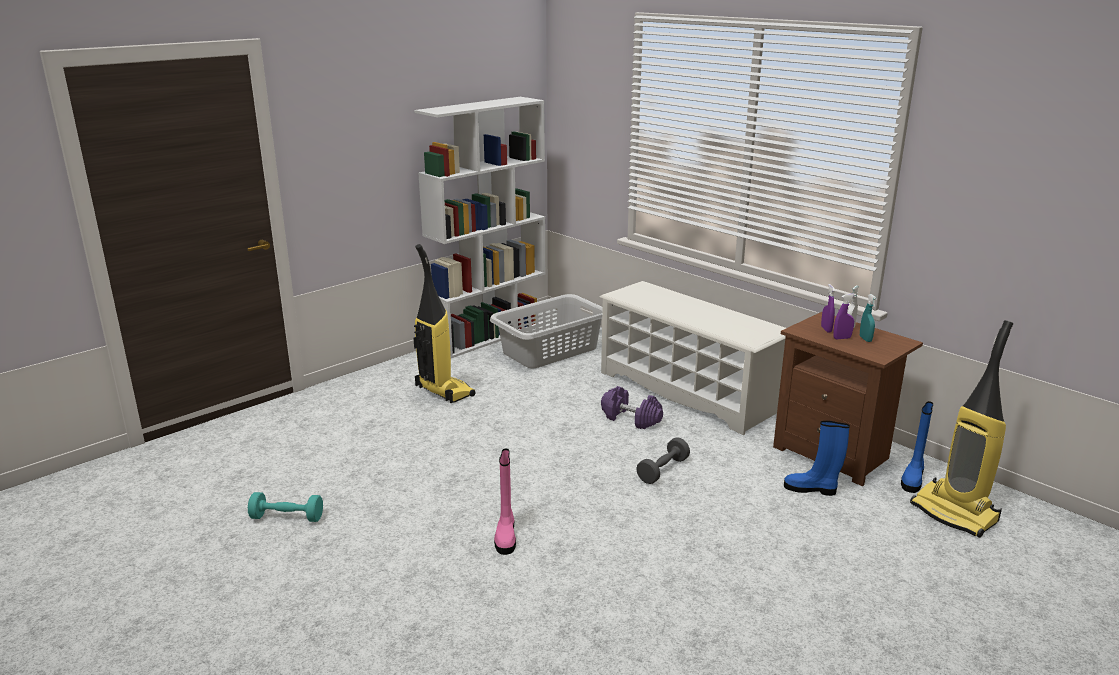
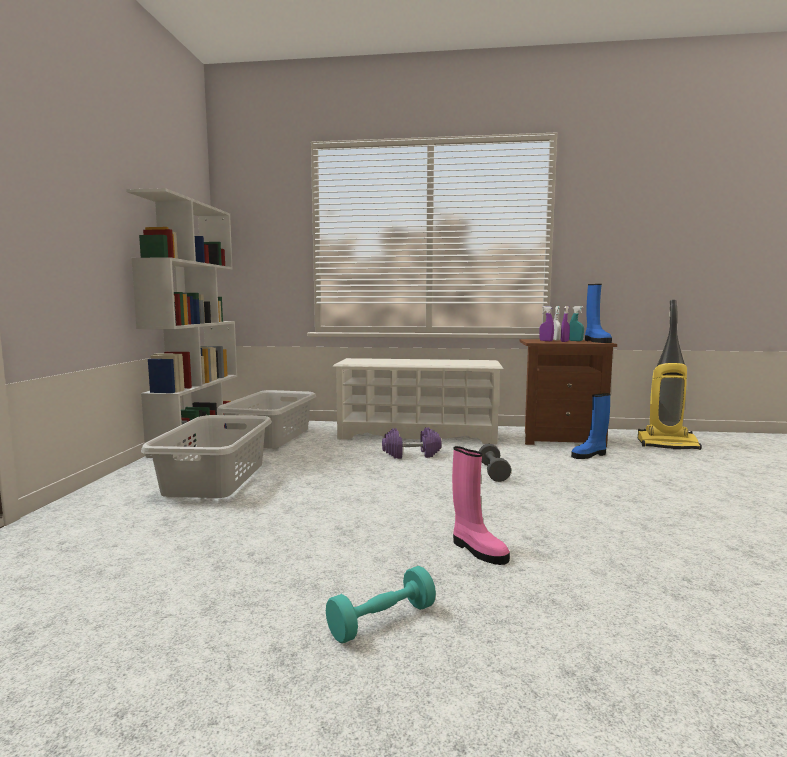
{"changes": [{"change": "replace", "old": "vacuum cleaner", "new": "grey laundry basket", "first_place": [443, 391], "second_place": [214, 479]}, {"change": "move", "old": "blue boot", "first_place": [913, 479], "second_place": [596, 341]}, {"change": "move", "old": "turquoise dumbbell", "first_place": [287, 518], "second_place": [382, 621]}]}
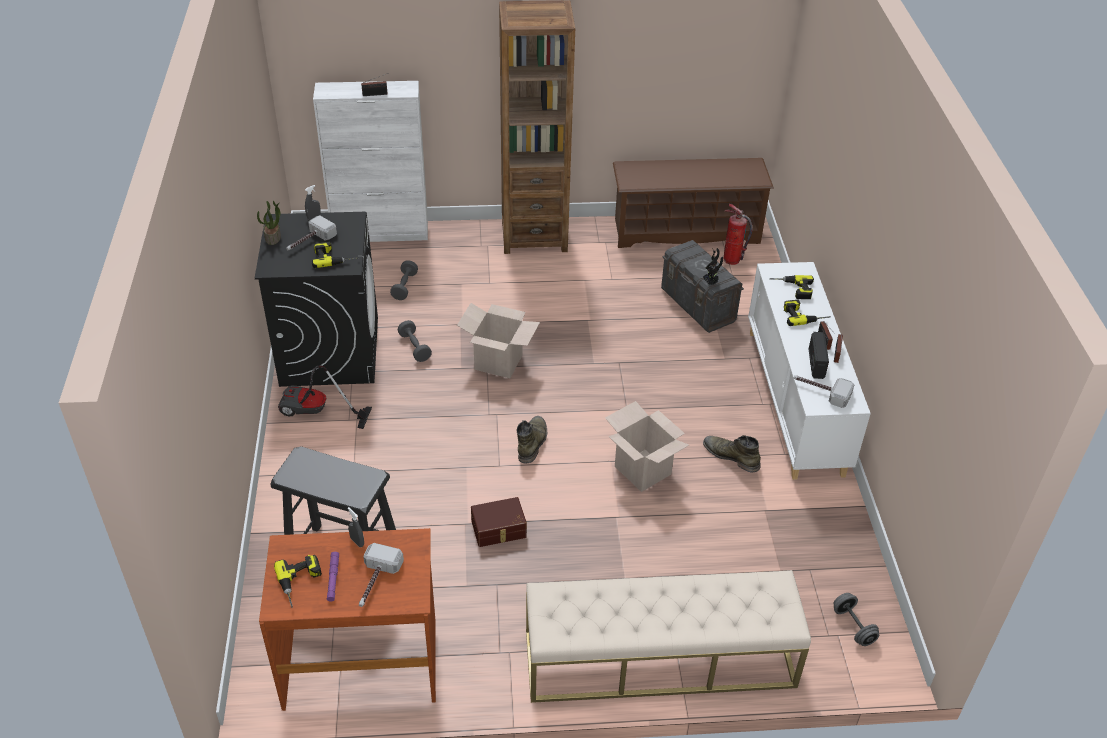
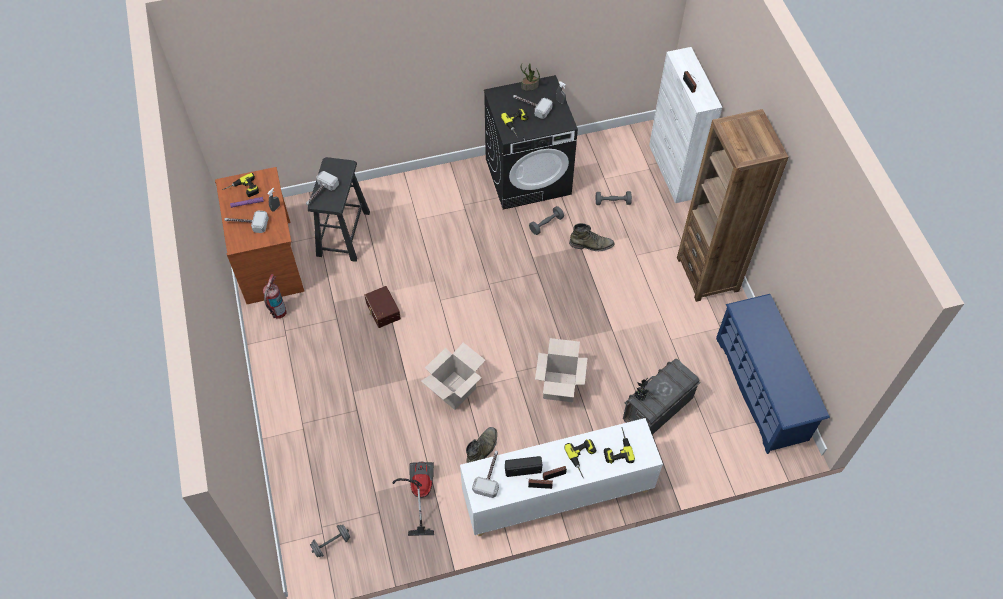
{"changes": [{"change": "recolor", "old": "brown shoe rack", "new": "blue shoe rack", "first_place": [686, 231], "second_place": [762, 389]}, {"change": "move", "old": "fire extinguisher", "first_place": [731, 260], "second_place": [278, 312]}, {"change": "move", "old": "cardboard box", "first_place": [498, 362], "second_place": [559, 386]}, {"change": "move", "old": "vacuum cleaner", "first_place": [316, 413], "second_place": [419, 493]}, {"change": "move", "old": "green boot", "first_place": [532, 442], "second_place": [591, 244]}, {"change": "delete", "old": "beige bench", "first_place": [658, 659]}, {"change": "insert", "new": "hammer", "second_place": [320, 193]}]}
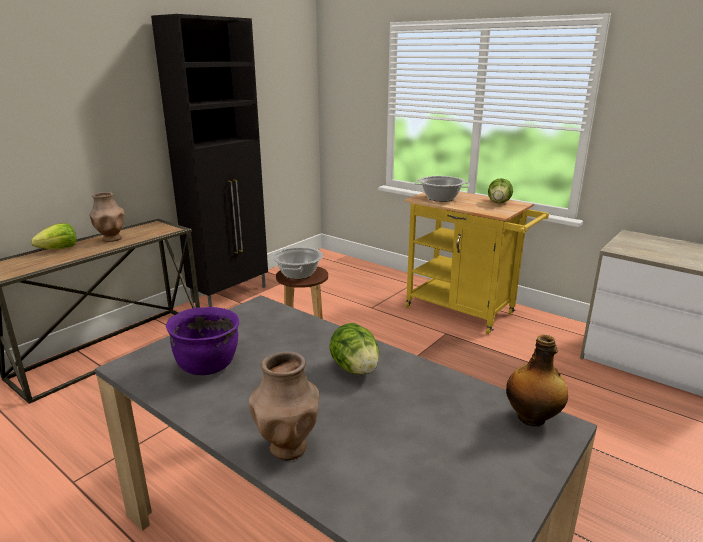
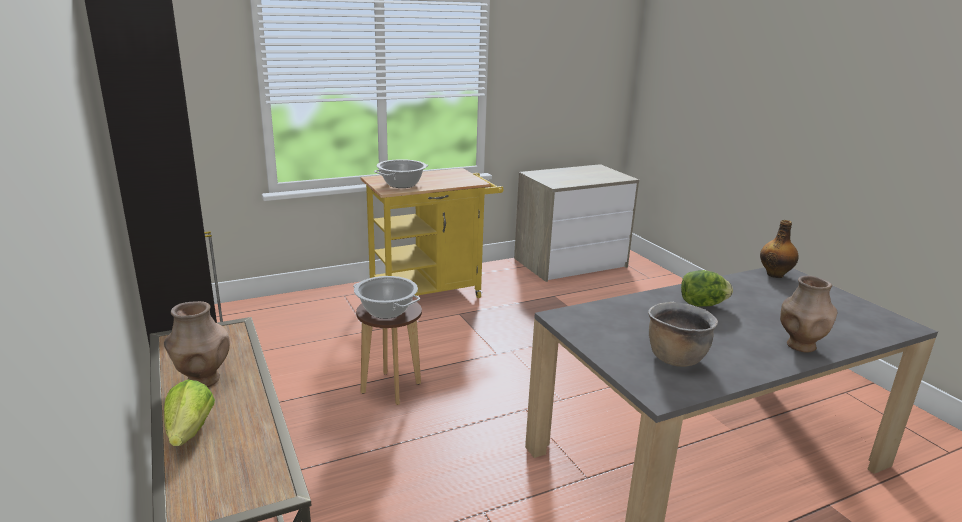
{"changes": [{"change": "delete", "old": "lettuce", "first_place": [499, 203]}, {"change": "recolor", "old": "purple cooking pot", "new": "brown cooking pot", "first_place": [208, 365], "second_place": [675, 357]}]}
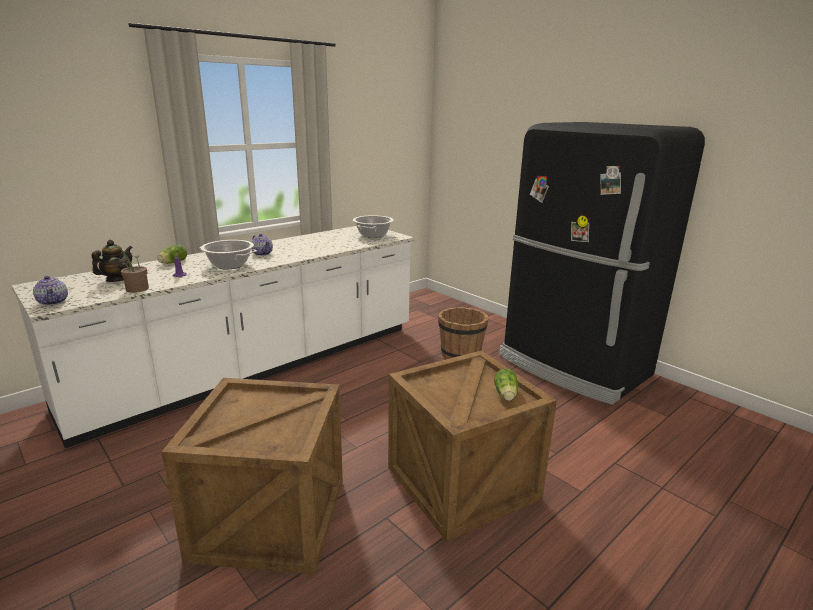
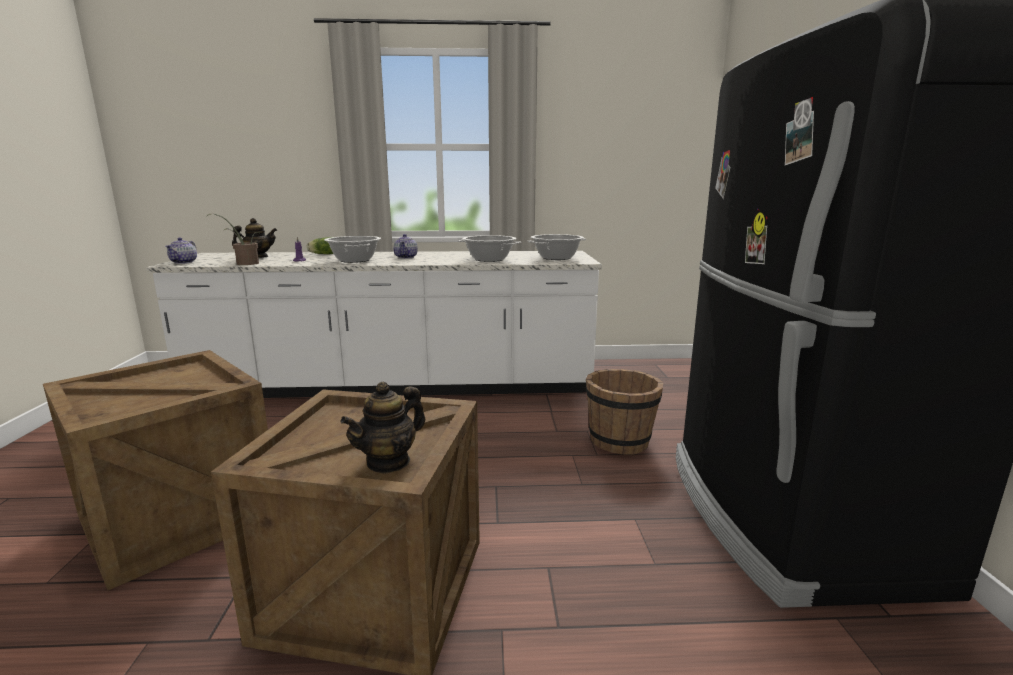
{"changes": [{"change": "replace", "old": "lettuce", "new": "teapot", "first_place": [505, 395], "second_place": [388, 462]}, {"change": "insert", "new": "cooking pot", "second_place": [489, 259]}]}
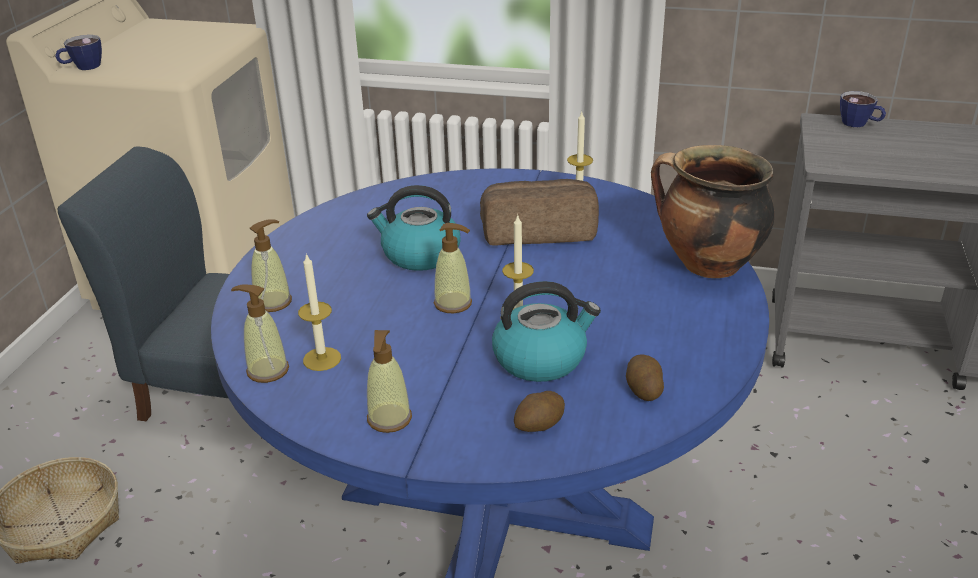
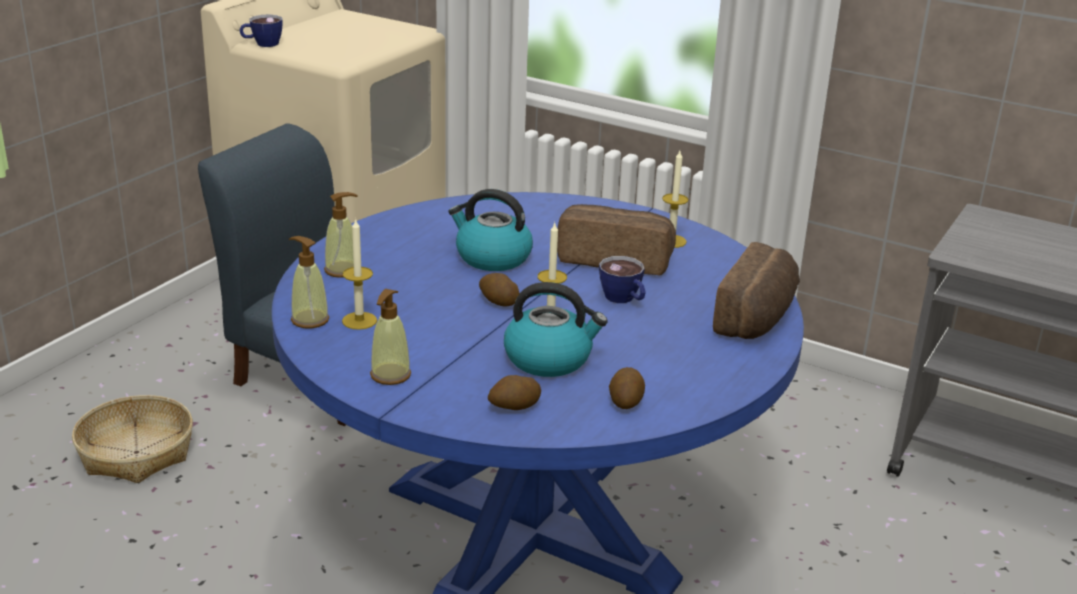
{"changes": [{"change": "move", "old": "cup", "first_place": [859, 124], "second_place": [624, 299]}, {"change": "replace", "old": "cooking pot", "new": "bread", "first_place": [706, 266], "second_place": [758, 317]}, {"change": "replace", "old": "soap dispenser", "new": "potato", "first_place": [453, 303], "second_place": [498, 301]}]}
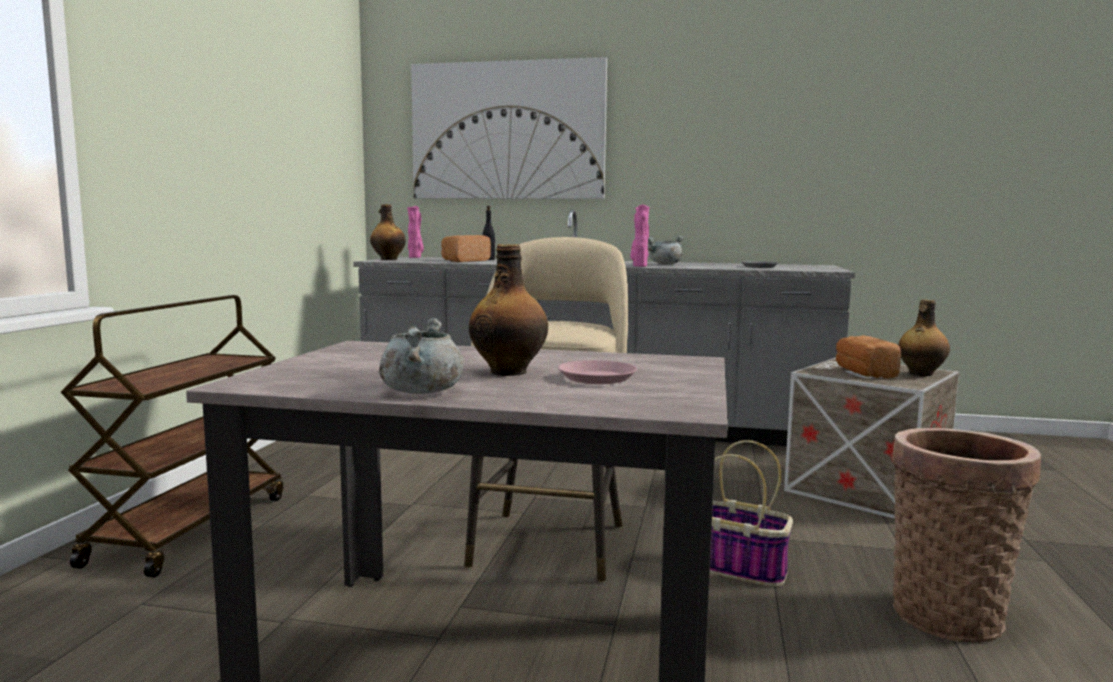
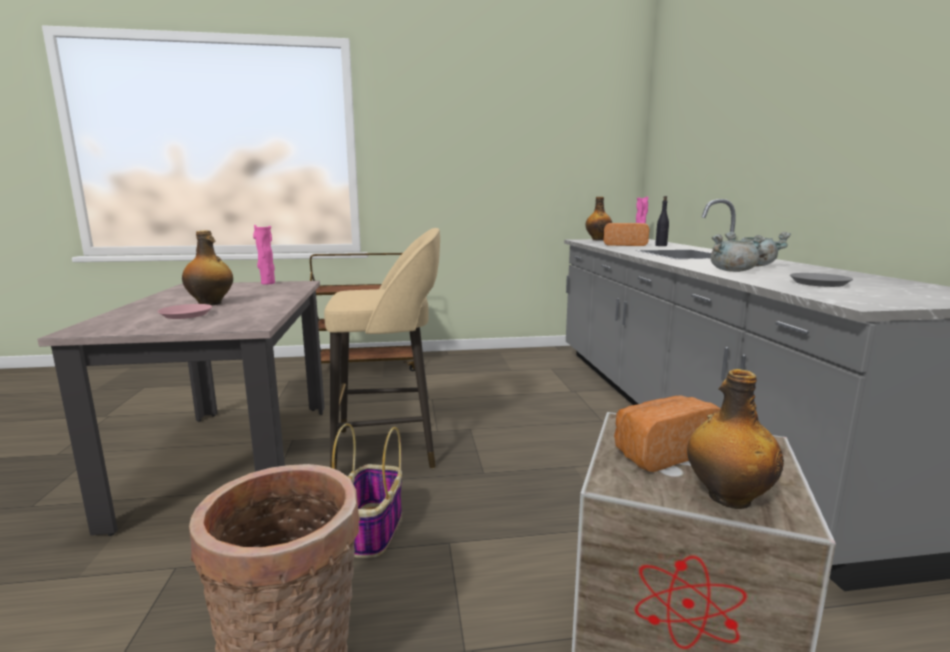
{"changes": [{"change": "delete", "old": "picture", "first_place": [507, 131]}, {"change": "move", "old": "pink vase", "first_place": [639, 266], "second_place": [268, 283]}, {"change": "move", "old": "grey cooking pot", "first_place": [421, 391], "second_place": [732, 271]}]}
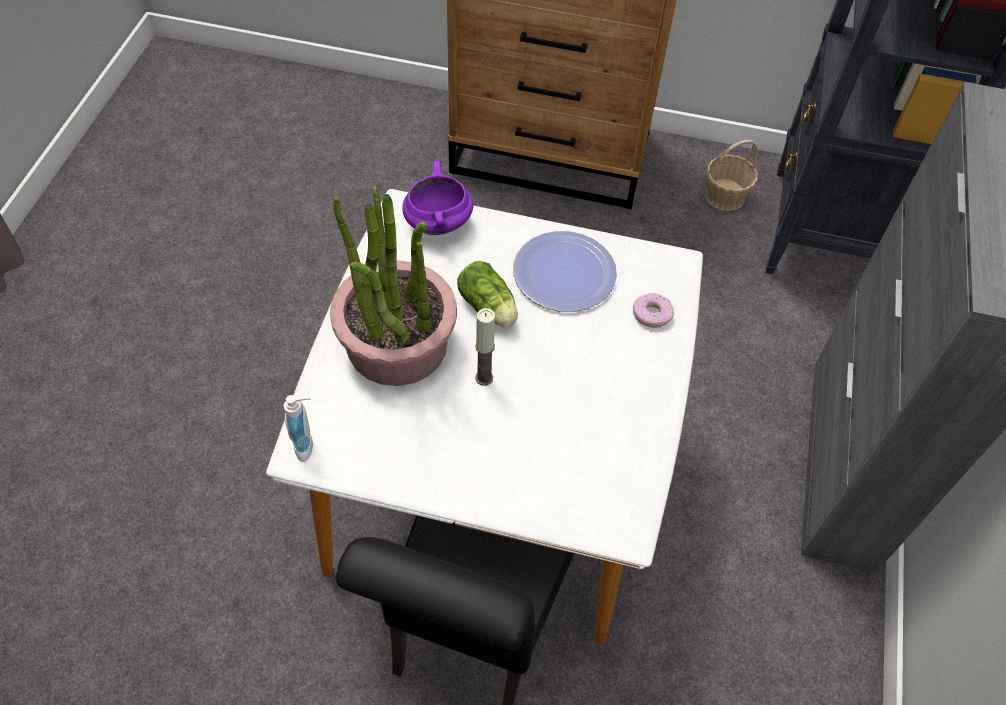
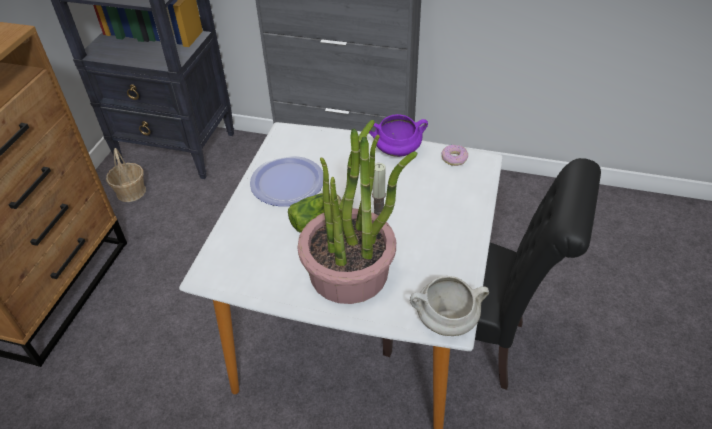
{"changes": [{"change": "move", "old": "purple cooking pot", "first_place": [437, 223], "second_place": [396, 151]}, {"change": "move", "old": "donut", "first_place": [652, 314], "second_place": [454, 158]}, {"change": "replace", "old": "soap dispenser", "new": "white cooking pot", "first_place": [308, 445], "second_place": [445, 321]}]}
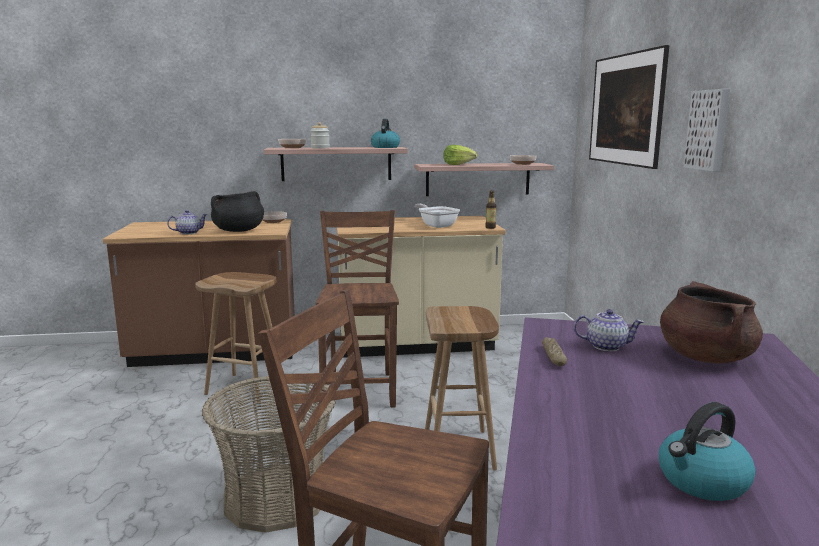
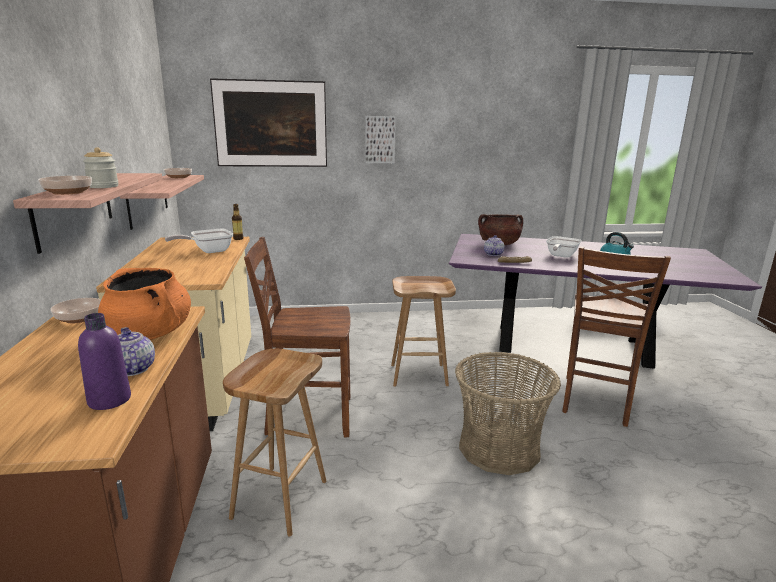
{"changes": [{"change": "delete", "old": "kettle", "first_place": [385, 147]}, {"change": "delete", "old": "lettuce", "first_place": [458, 164]}, {"change": "recolor", "old": "black cooking pot", "new": "orange cooking pot", "first_place": [238, 231], "second_place": [150, 334]}, {"change": "insert", "new": "frying pan", "second_place": [560, 256]}, {"change": "insert", "new": "purple bottle", "second_place": [109, 400]}]}
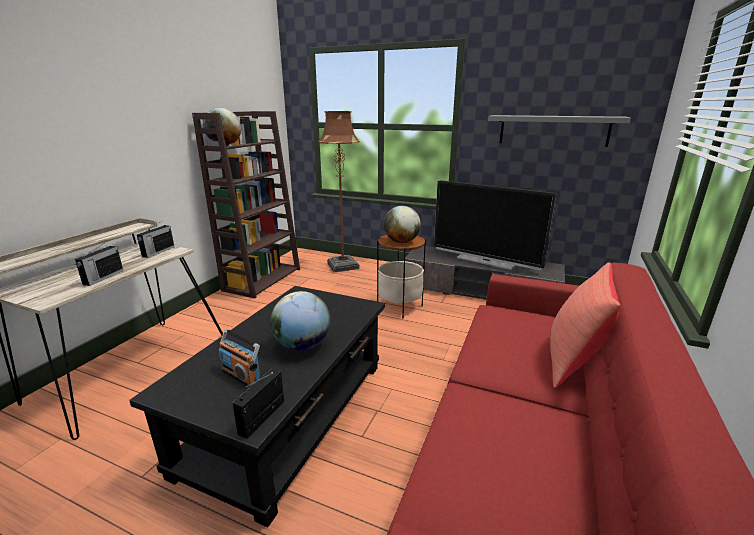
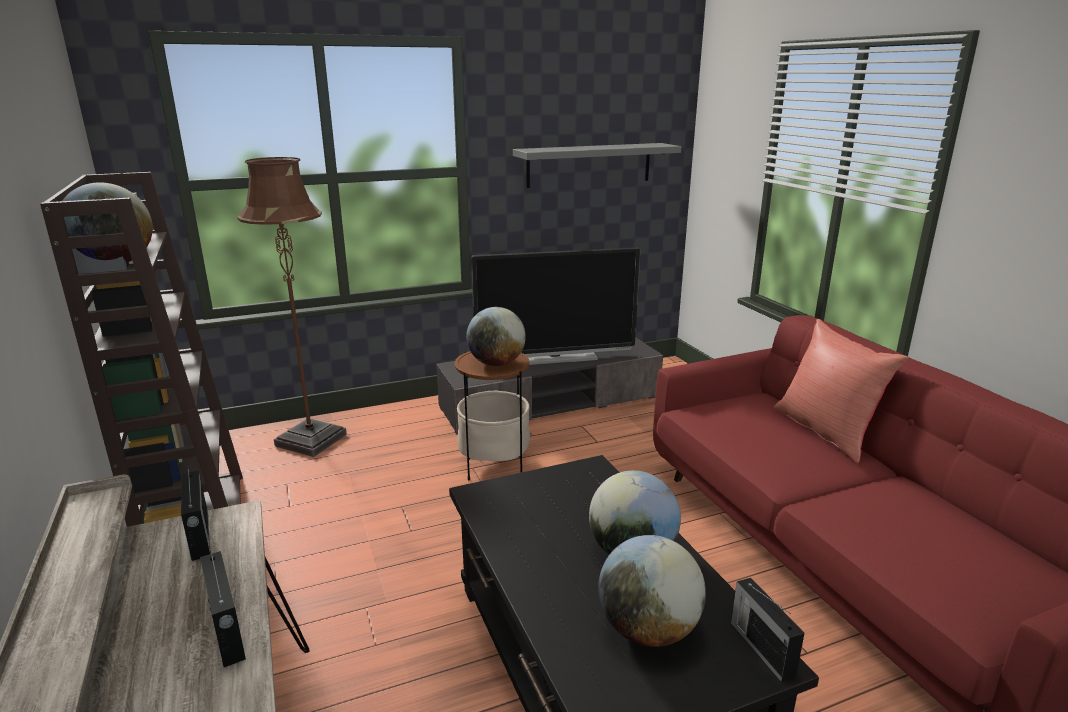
{"changes": [{"change": "replace", "old": "radio", "new": "globe", "first_place": [241, 375], "second_place": [648, 630]}]}
